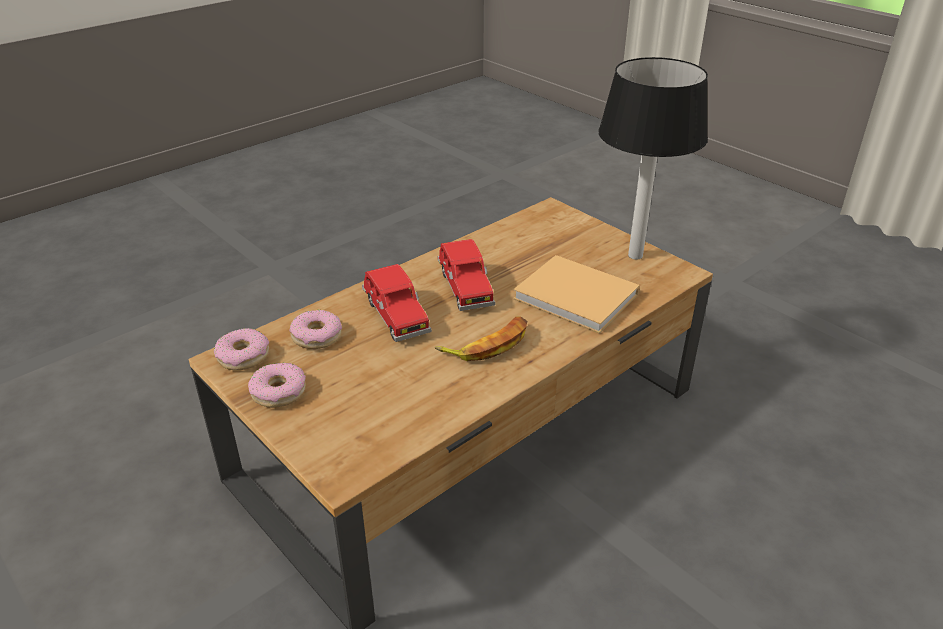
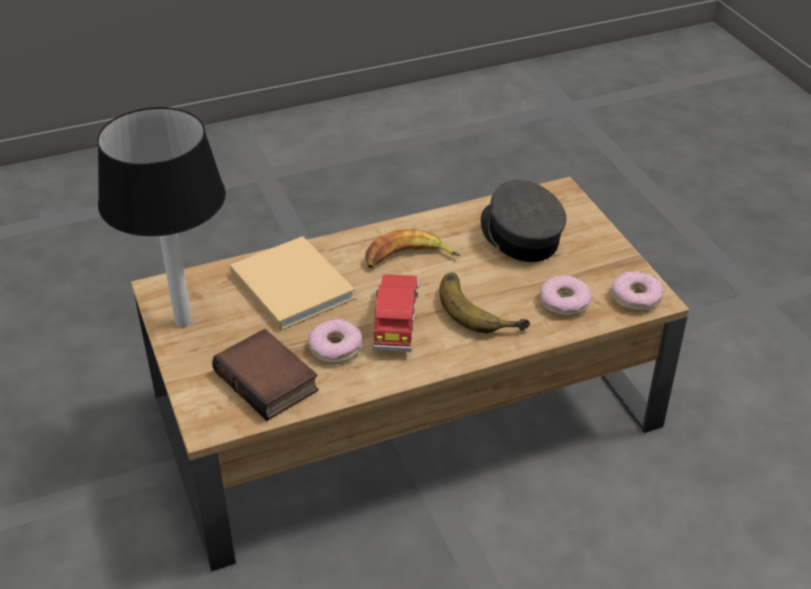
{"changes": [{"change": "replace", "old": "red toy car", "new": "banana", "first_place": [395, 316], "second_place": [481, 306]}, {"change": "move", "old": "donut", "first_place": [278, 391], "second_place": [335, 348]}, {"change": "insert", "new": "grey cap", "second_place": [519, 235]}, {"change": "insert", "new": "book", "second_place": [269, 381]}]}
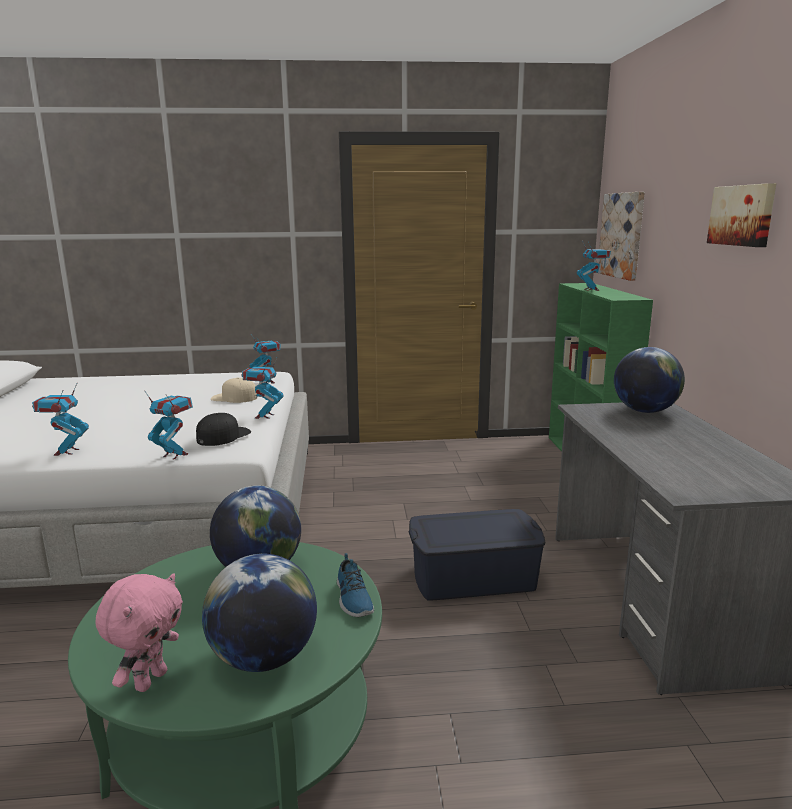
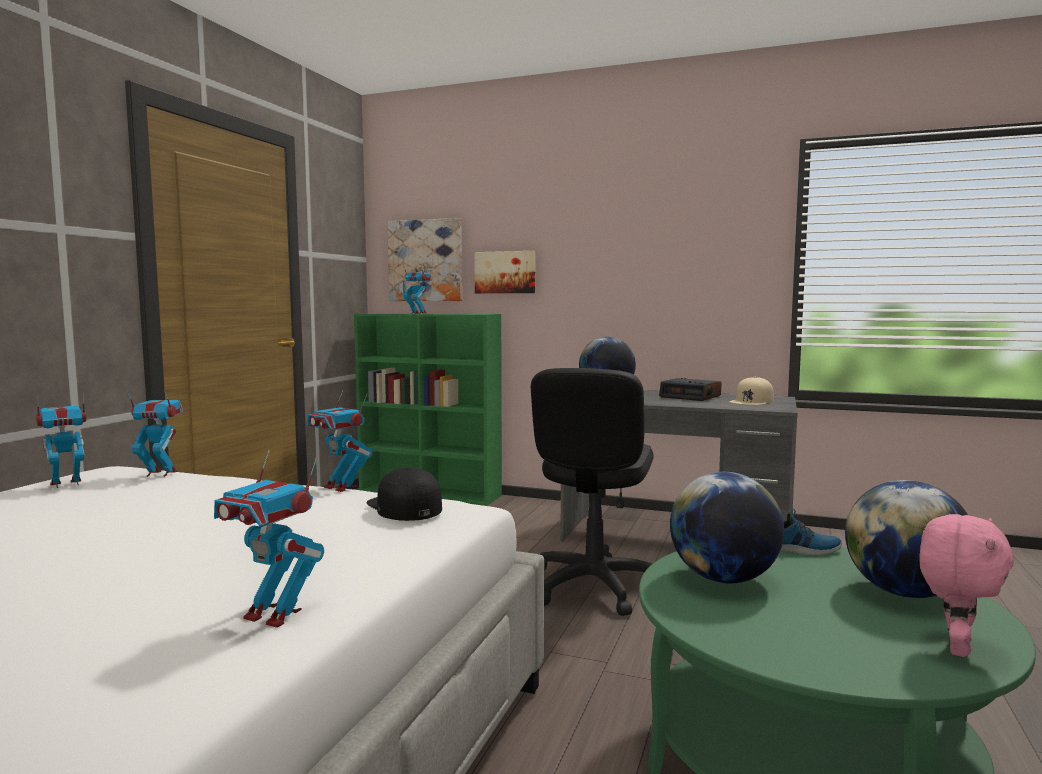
{"changes": [{"change": "move", "old": "picture", "first_place": [742, 215], "second_place": [505, 272]}, {"change": "move", "old": "beige cap", "first_place": [234, 397], "second_place": [752, 401]}, {"change": "move", "old": "toy robot", "first_place": [174, 455], "second_place": [66, 484]}, {"change": "replace", "old": "blue storage box", "new": "black office chair", "first_place": [473, 577], "second_place": [593, 586]}, {"change": "rotate", "old": "pink plush toy", "first_place": [150, 680], "second_place": [955, 647], "degrees": 75}, {"change": "insert", "new": "alarm clock", "second_place": [691, 396]}]}
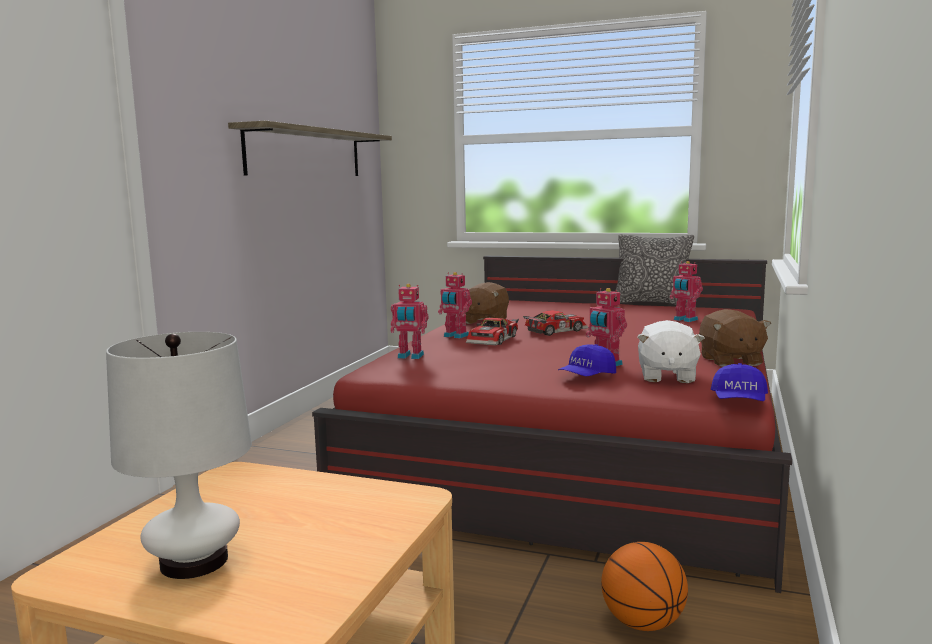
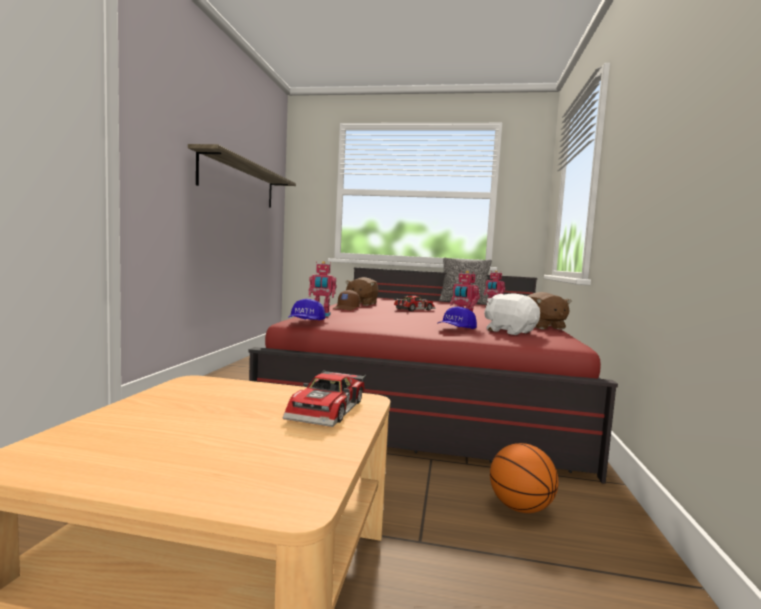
{"changes": [{"change": "replace", "old": "toy robot", "new": "brown cap", "first_place": [455, 336], "second_place": [346, 308]}, {"change": "move", "old": "toy car", "first_place": [494, 340], "second_place": [330, 410]}, {"change": "rotate", "old": "white plush toy", "first_place": [666, 376], "second_place": [509, 331], "degrees": 135}, {"change": "delete", "old": "white table lamp", "first_place": [194, 562]}, {"change": "move", "old": "blue cap", "first_place": [739, 401], "second_place": [306, 322]}]}
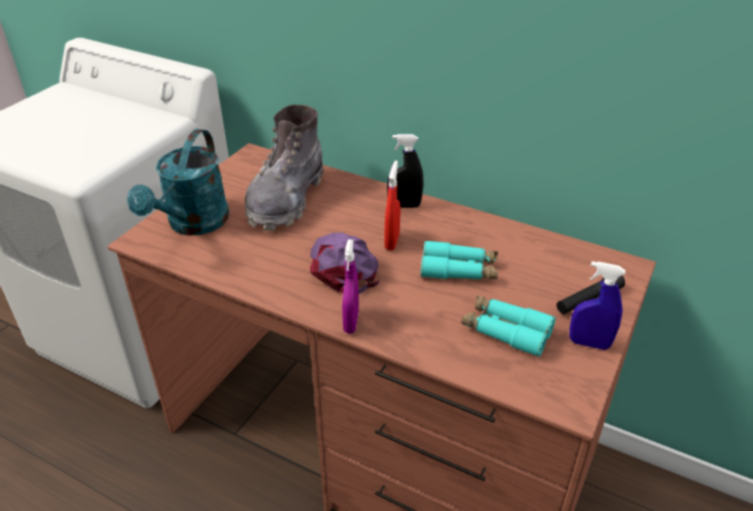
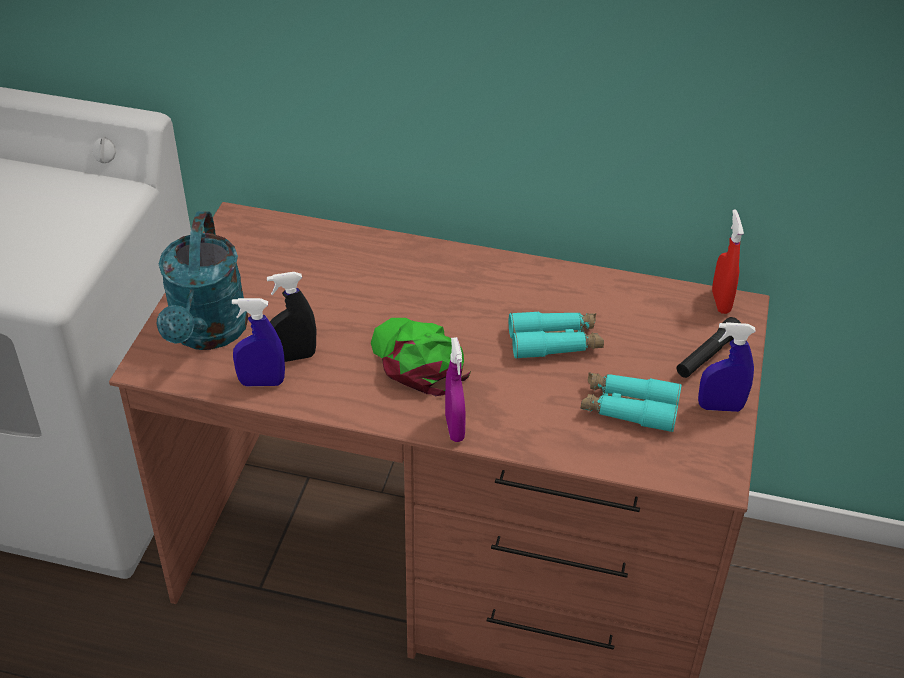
{"changes": [{"change": "delete", "old": "grey boot", "first_place": [286, 199]}, {"change": "move", "old": "black spray bottle", "first_place": [404, 206], "second_place": [294, 357]}, {"change": "move", "old": "red spray bottle", "first_place": [392, 241], "second_place": [720, 302]}, {"change": "recolor", "old": "purple cap", "new": "green cap", "first_place": [343, 267], "second_place": [418, 360]}, {"change": "insert", "new": "blue spray bottle", "second_place": [261, 382]}]}
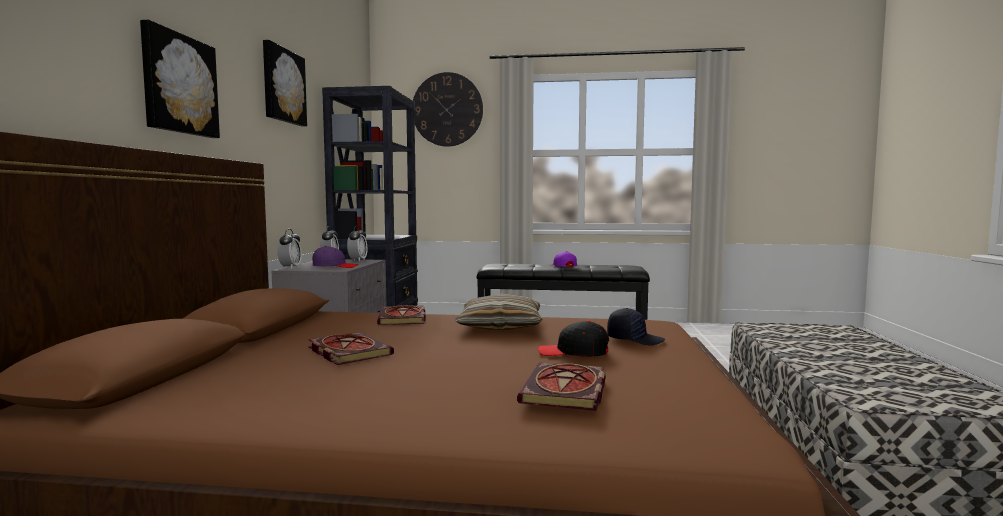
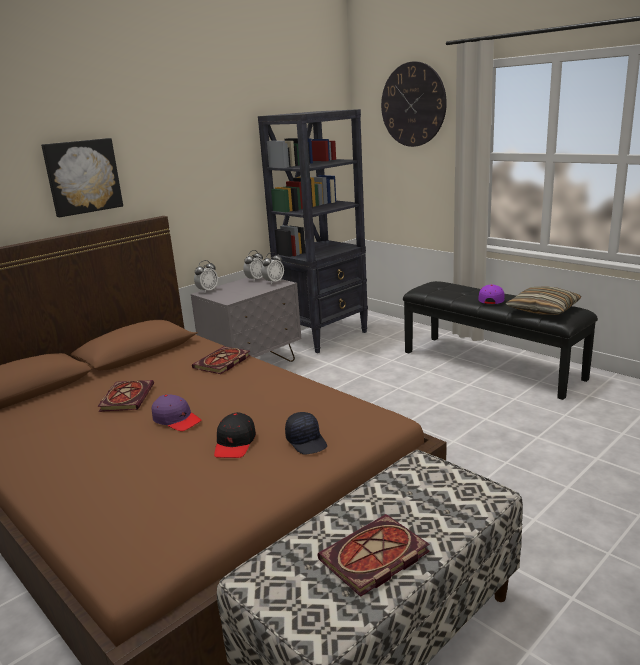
{"changes": [{"change": "delete", "old": "picture", "first_place": [282, 86]}, {"change": "move", "old": "purple cap", "first_place": [335, 266], "second_place": [176, 420]}, {"change": "move", "old": "pillow", "first_place": [500, 326], "second_place": [543, 309]}, {"change": "rotate", "old": "black cap", "first_place": [573, 353], "second_place": [235, 443], "degrees": -135}, {"change": "move", "old": "book", "first_place": [566, 391], "second_place": [373, 559]}]}
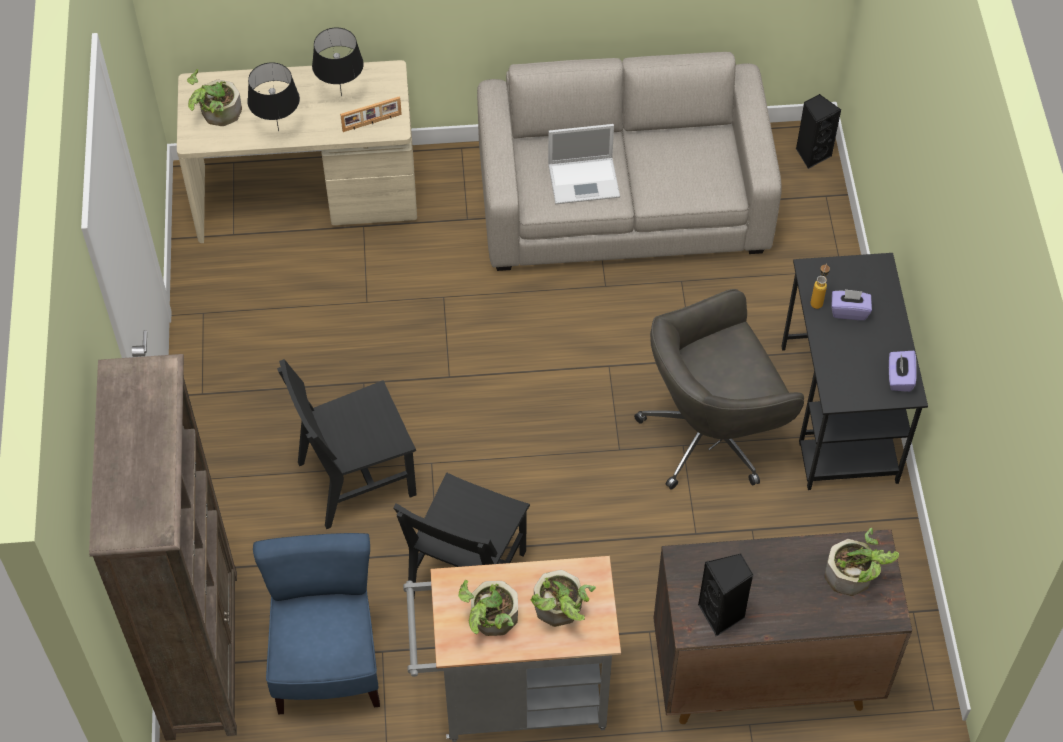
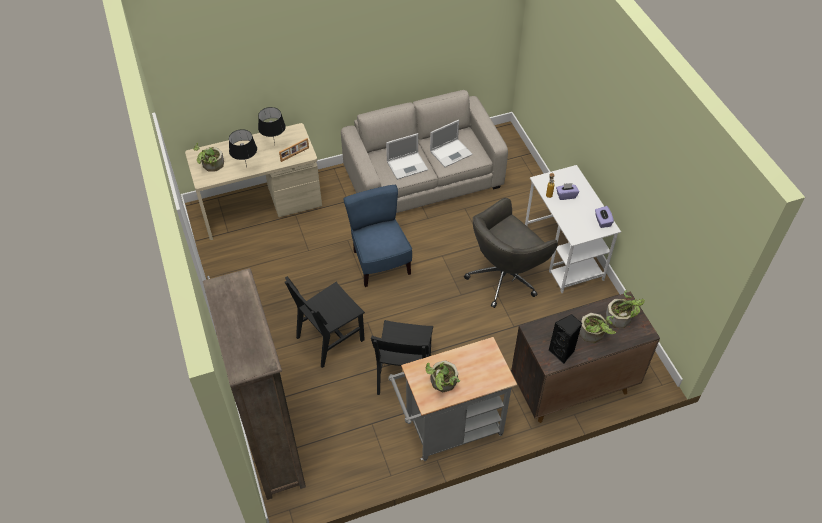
{"changes": [{"change": "delete", "old": "black speaker", "first_place": [812, 154]}, {"change": "recolor", "old": "black desk", "new": "white desk", "first_place": [839, 414], "second_place": [563, 254]}, {"change": "move", "old": "blue chair", "first_place": [328, 665], "second_place": [380, 263]}, {"change": "move", "old": "potted plant", "first_place": [560, 611], "second_place": [594, 335]}, {"change": "insert", "new": "laptop", "second_place": [451, 152]}]}
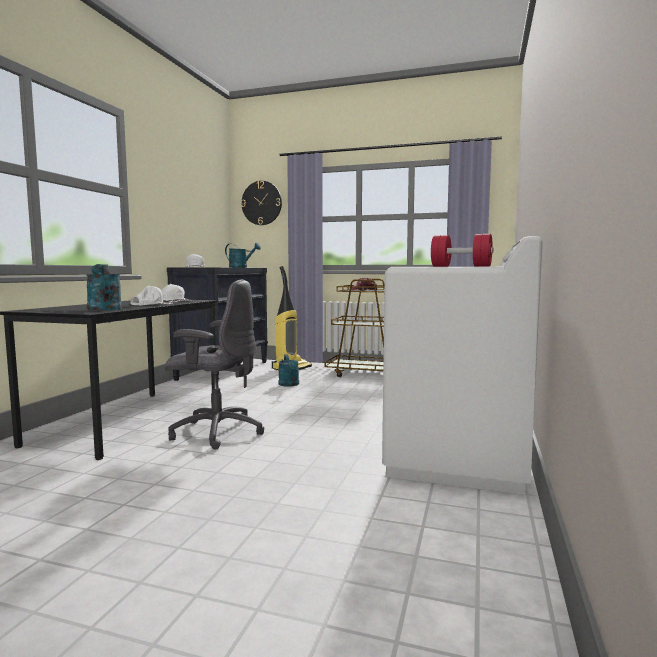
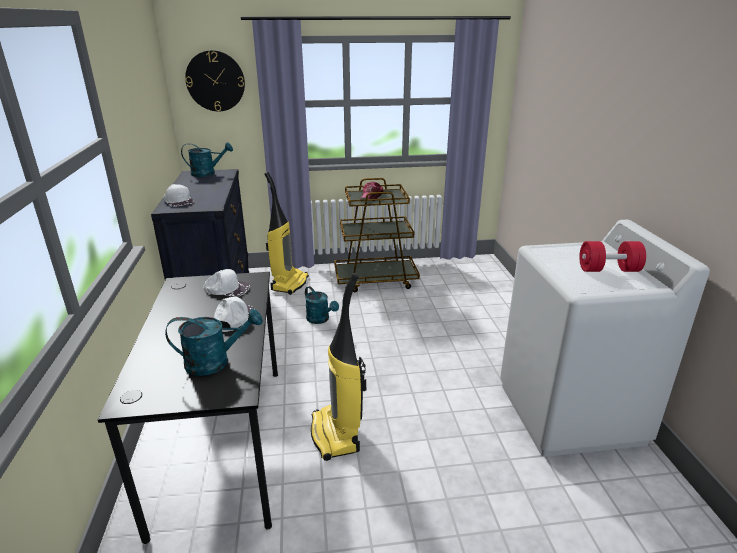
{"changes": [{"change": "rotate", "old": "turquoise watering can", "first_place": [103, 308], "second_place": [215, 362], "degrees": 135}, {"change": "replace", "old": "grey office chair", "new": "vacuum cleaner", "first_place": [216, 432], "second_place": [337, 434]}]}
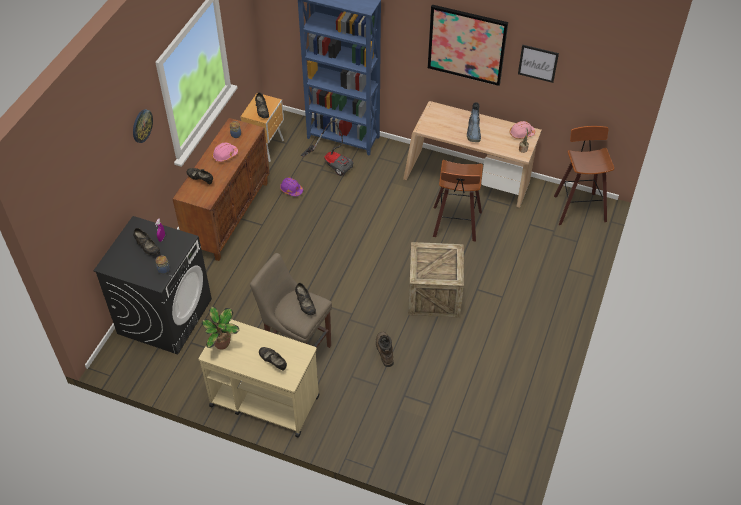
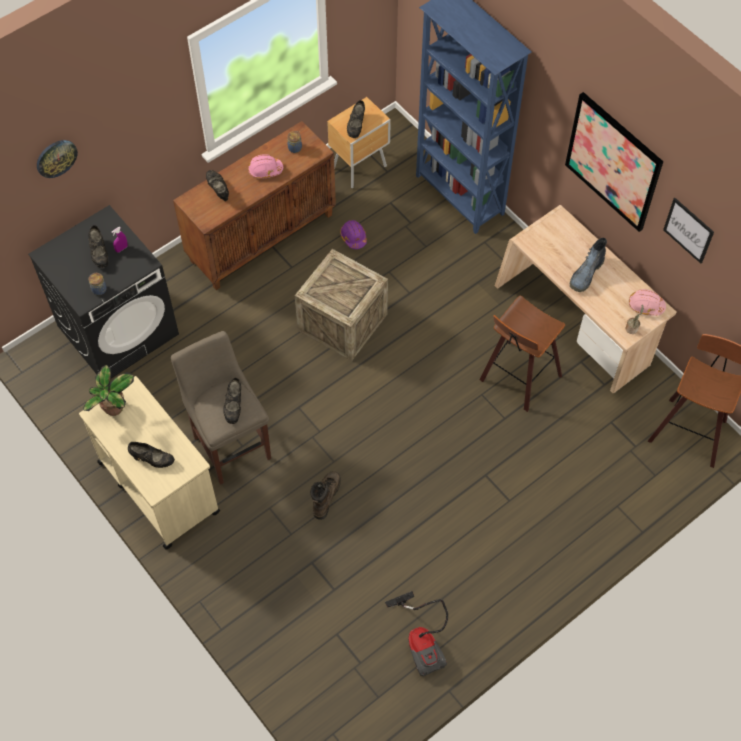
{"changes": [{"change": "move", "old": "wall clock", "first_place": [141, 125], "second_place": [56, 158]}, {"change": "move", "old": "vacuum cleaner", "first_place": [332, 162], "second_place": [422, 641]}, {"change": "move", "old": "crate", "first_place": [434, 295], "second_place": [342, 322]}, {"change": "rotate", "old": "black shoe", "first_place": [273, 362], "second_place": [152, 459], "degrees": 120}]}
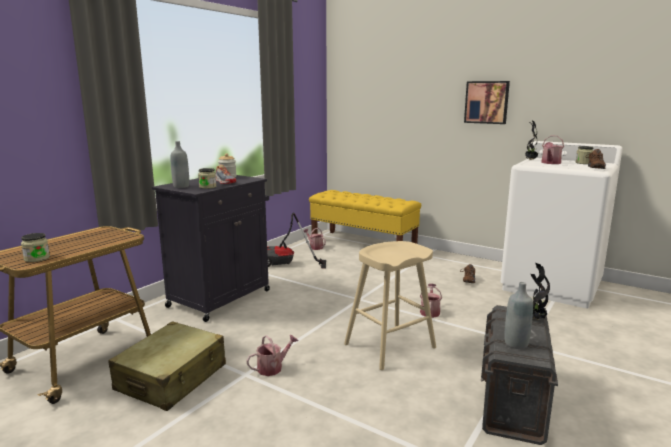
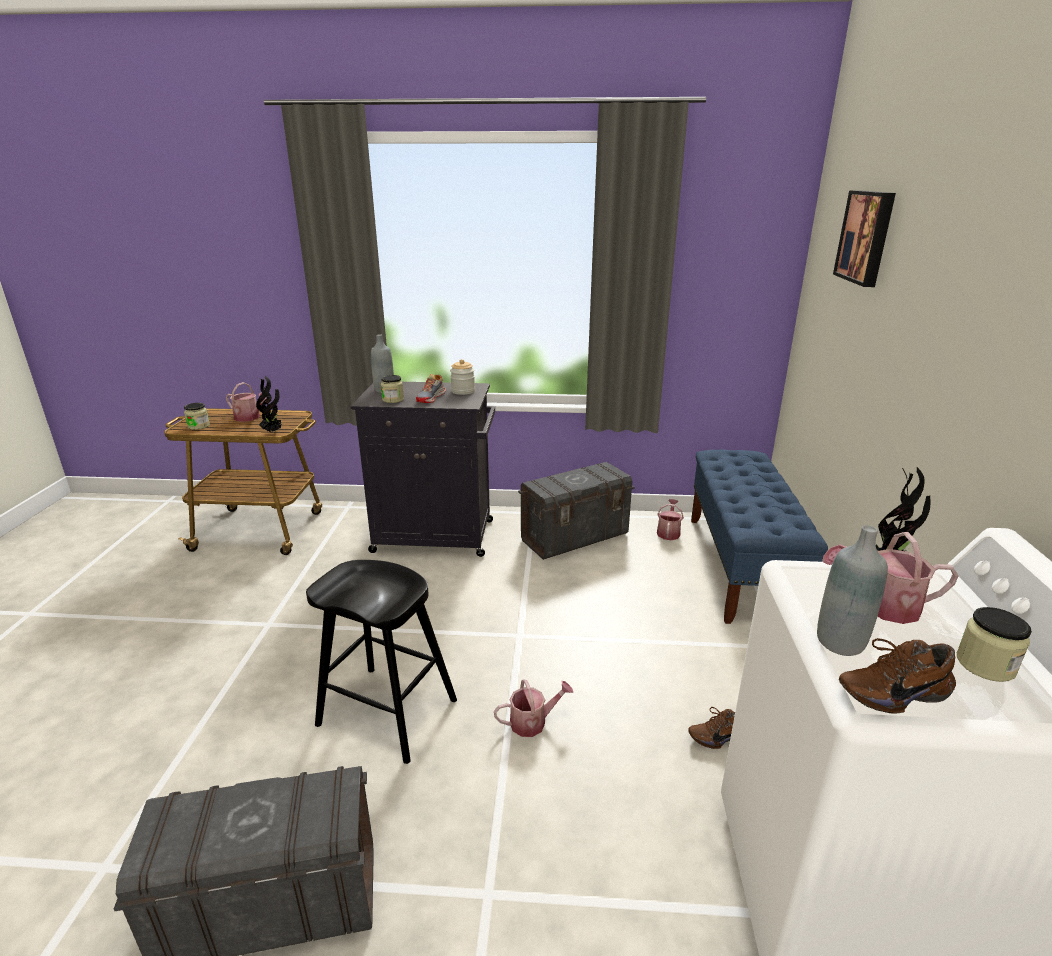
{"changes": [{"change": "move", "old": "picture", "first_place": [486, 102], "second_place": [867, 237]}, {"change": "recolor", "old": "yellow bench", "new": "blue bench", "first_place": [363, 244], "second_place": [740, 567]}, {"change": "replace", "old": "vacuum cleaner", "new": "grey storage box", "first_place": [286, 265], "second_place": [575, 537]}, {"change": "recolor", "old": "beige stool", "new": "black stool", "first_place": [389, 346], "second_place": [387, 712]}, {"change": "move", "old": "potted plant", "first_place": [535, 319], "second_place": [273, 432]}, {"change": "move", "old": "grey bottle", "first_place": [516, 344], "second_place": [840, 642]}, {"change": "delete", "old": "beige suitcase", "first_place": [172, 378]}, {"change": "move", "old": "watering can", "first_place": [273, 367], "second_place": [250, 418]}]}
